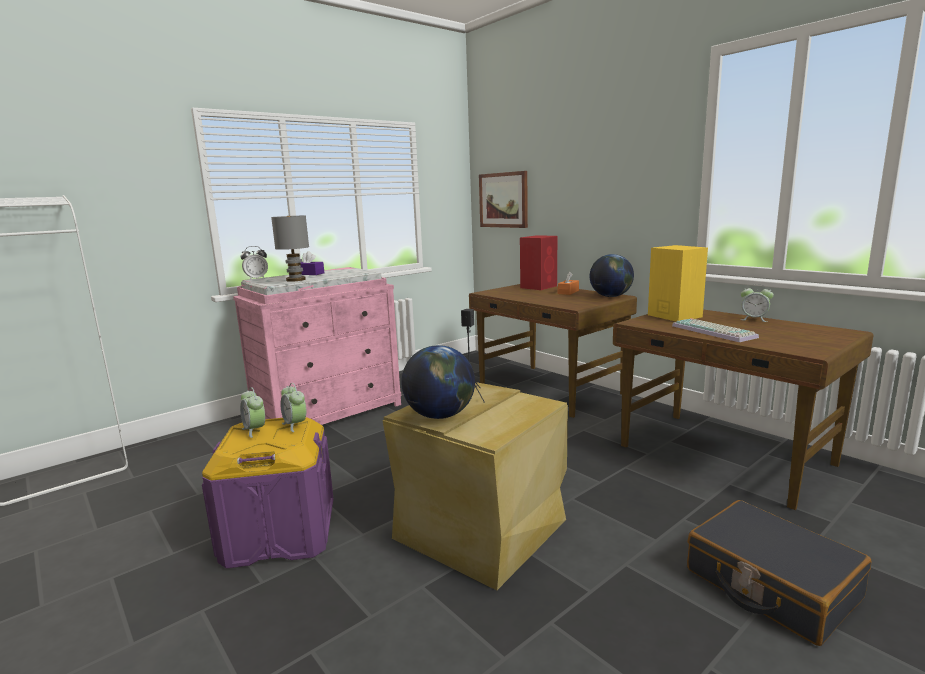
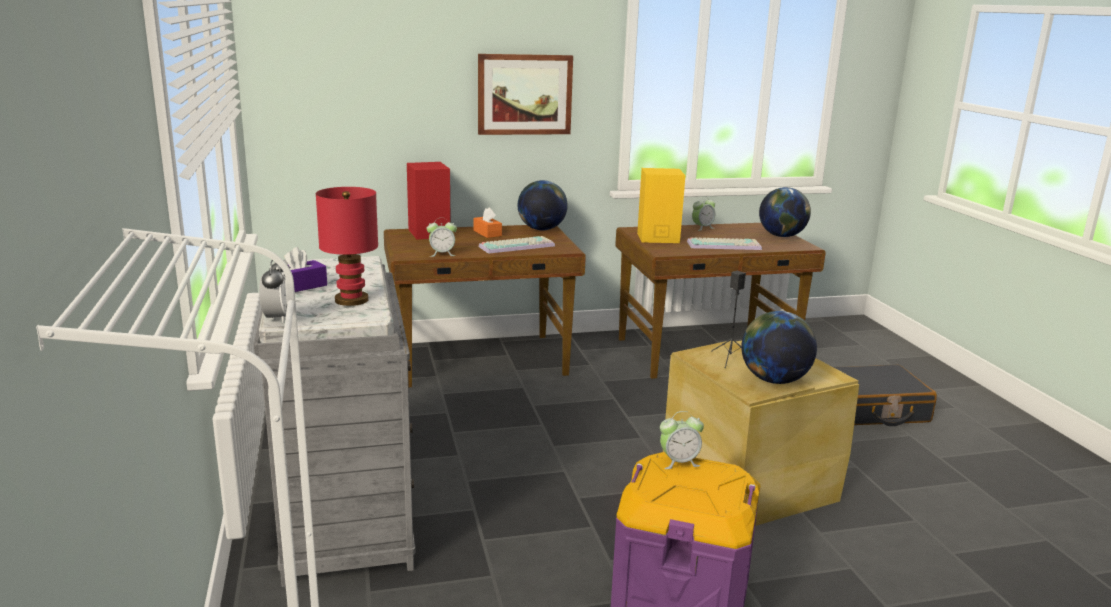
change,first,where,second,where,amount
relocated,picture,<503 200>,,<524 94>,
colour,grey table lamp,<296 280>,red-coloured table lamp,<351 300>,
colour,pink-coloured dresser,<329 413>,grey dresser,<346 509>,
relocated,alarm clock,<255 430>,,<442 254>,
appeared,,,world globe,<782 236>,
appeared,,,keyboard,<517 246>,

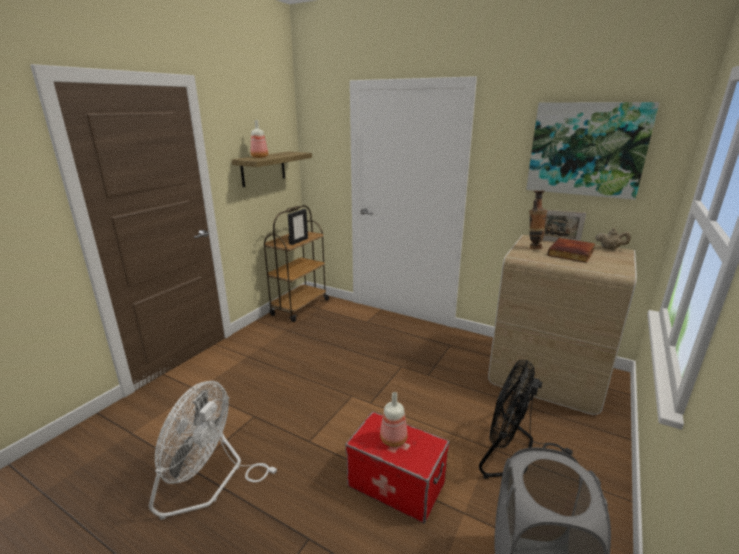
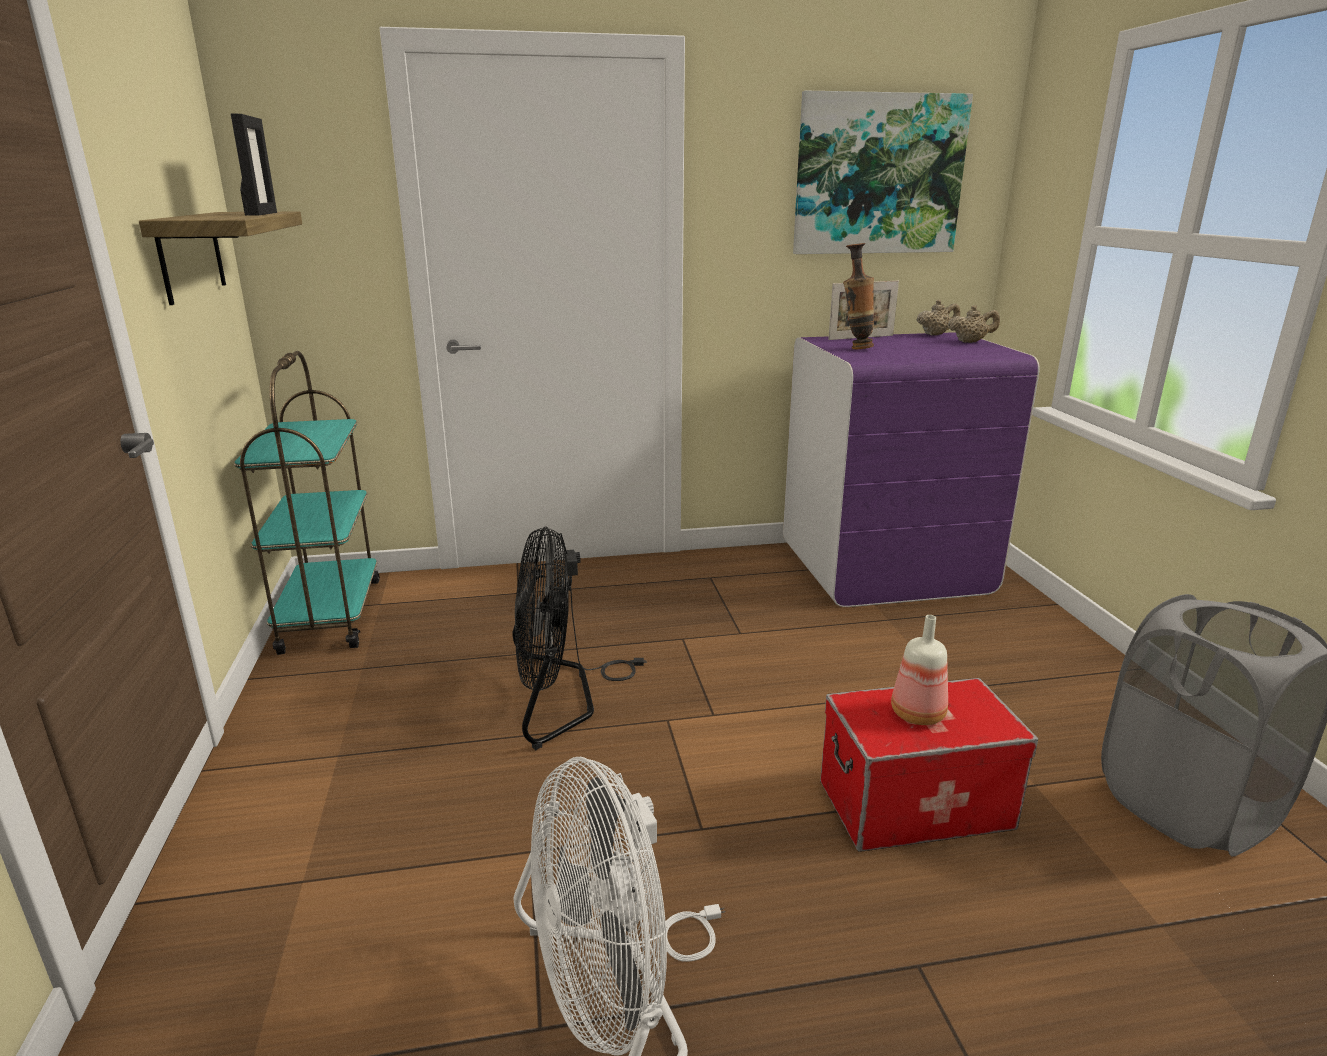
change,first,where,second,where,amount
missing,drink bottle,<260 157>,,,
colour,brown trolley,<299 308>,turquoise-coloured trolley,<330 617>,
relocated,photo frame,<298 241>,,<261 214>,
colour,beige-coloured dresser,<547 374>,purple dresser,<884 567>,
missing,bound book,<572 253>,,,
relocated,blackish electric fan,<515 449>,,<562 692>,
appeared,,,beige-coloured teapot,<970 342>,

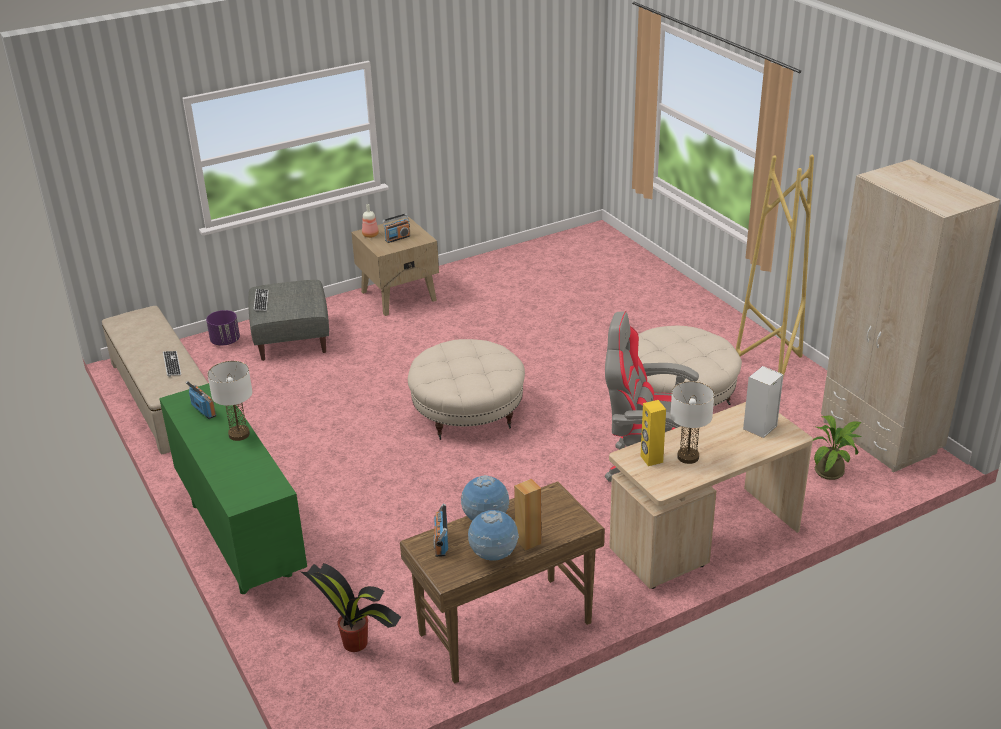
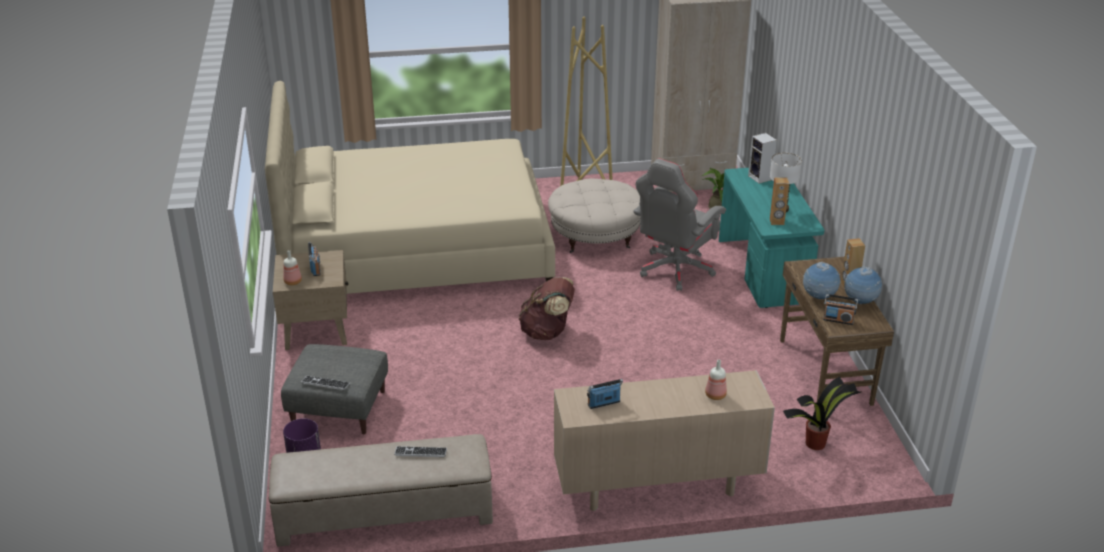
change,first,where,second,where,amount
exchanged,beige-coloured footrest,<467 412>,brown rucksack,<547 332>,
missing,table lamp,<239 434>,,,
colour,green-coloured dresser,<239 538>,beige-coloured dresser,<656 487>,
colour,yellow-coloured speaker,<651 459>,brown speaker,<776 222>,
colour,beige-coloured desk,<703 539>,turquoise-coloured desk,<764 271>,
appeared,,,beige-coloured bedroom bed,<415 250>,
appeared,,,drink bottle,<715 396>,

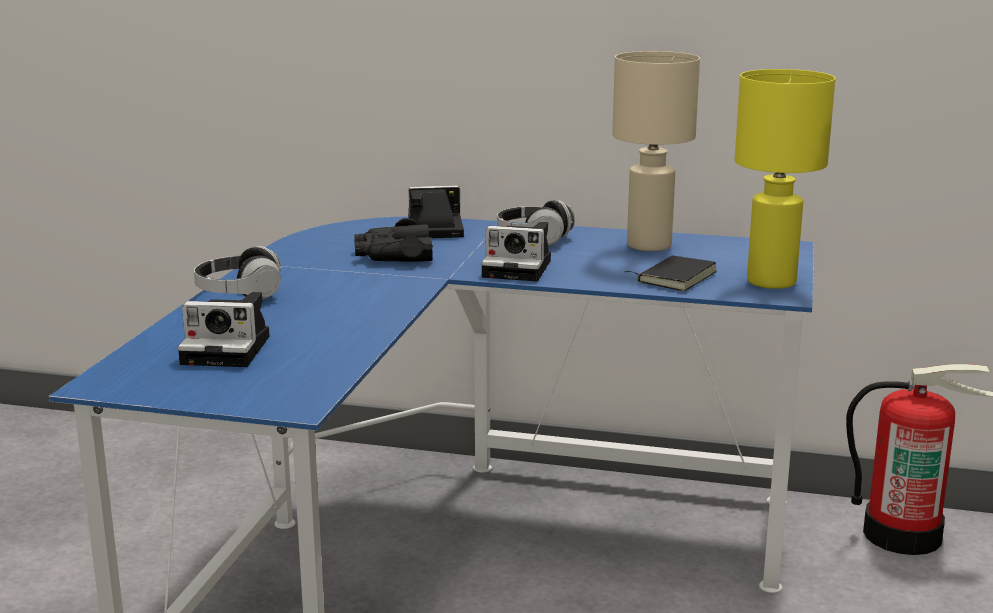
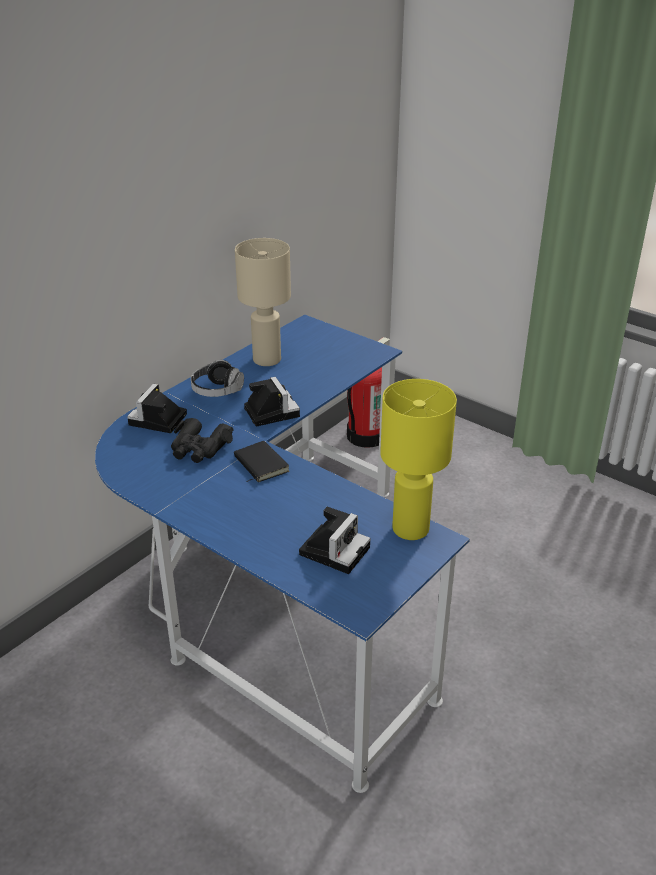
change,first,where,second,where,amount
relocated,yellow-coloured table lamp,<772 282>,,<411 529>,
spun,still camera,<520 268>,,<270 411>,60 degrees counterclockwise
missing,pair of headphones,<240 294>,,,
relocated,blackish bound book,<674 277>,,<259 465>,

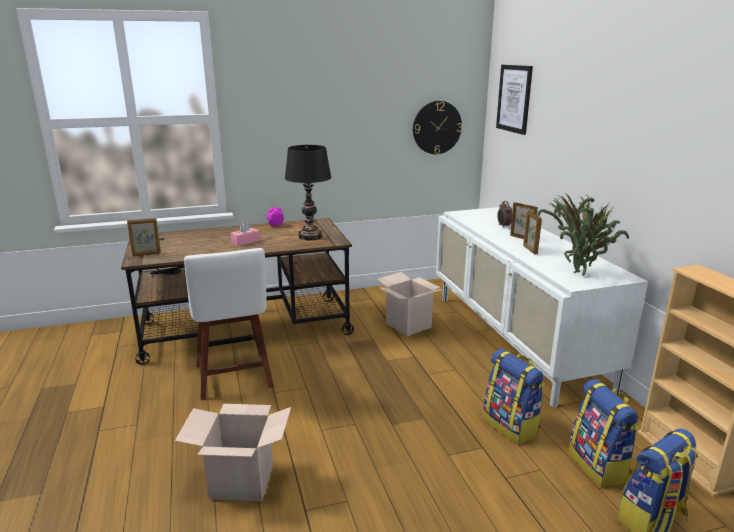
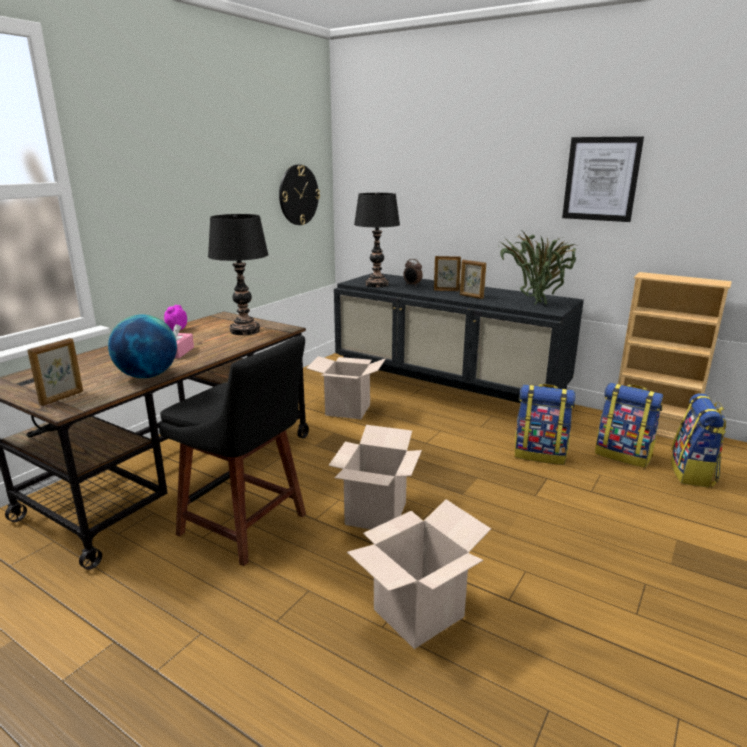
change,first,where,second,where,amount
relocated,picture,<514 98>,,<601 179>,
colour,whitish cupboard,<514 340>,blackish cupboard,<447 392>,
colour,whitish sitting stool,<234 378>,blackish sitting stool,<246 526>,
appeared,,,blackish table lamp,<376 284>,
appeared,,,world globe,<147 376>,
appeared,,,cardboard box,<376 514>,

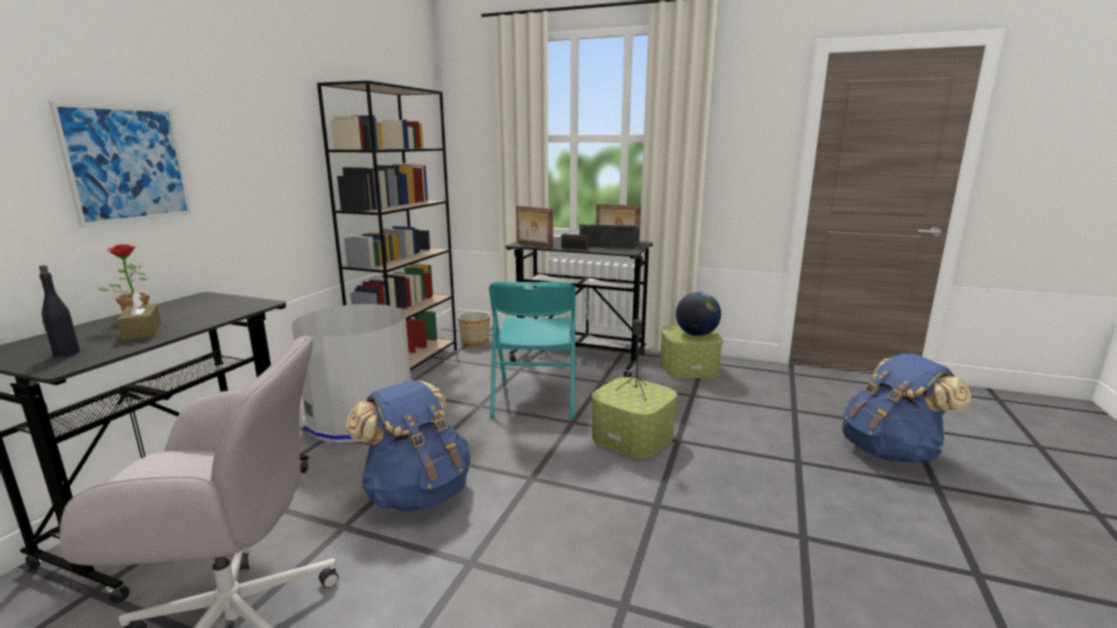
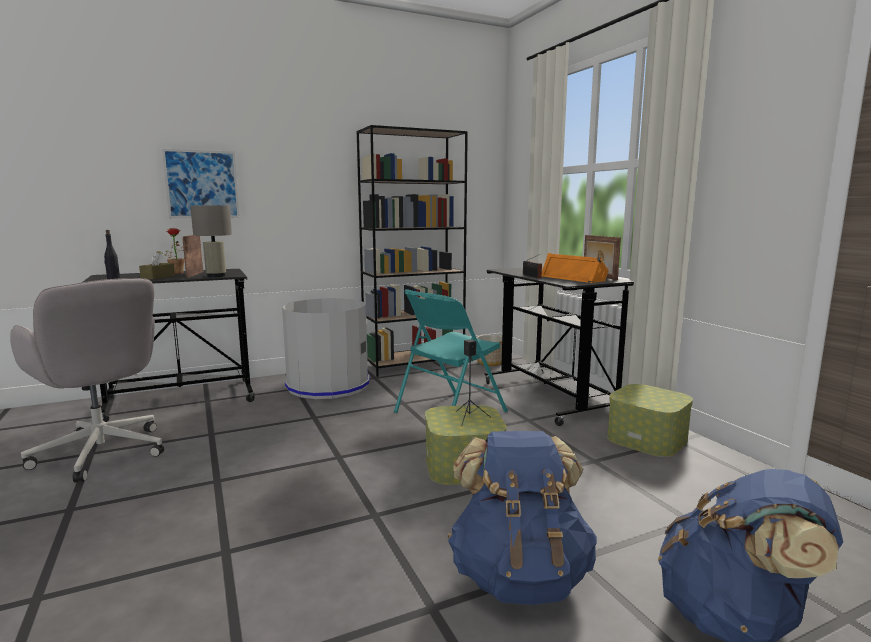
change,first,where,second,where,amount
relocated,photo frame,<534 245>,,<194 274>,
colour,blackish speaker,<608 245>,orange-coloured speaker,<573 278>,
missing,world globe,<696 334>,,,
relocated,blue-coloured rucksack,<417 493>,,<519 575>,
appeared,,,grey table lamp,<216 276>,

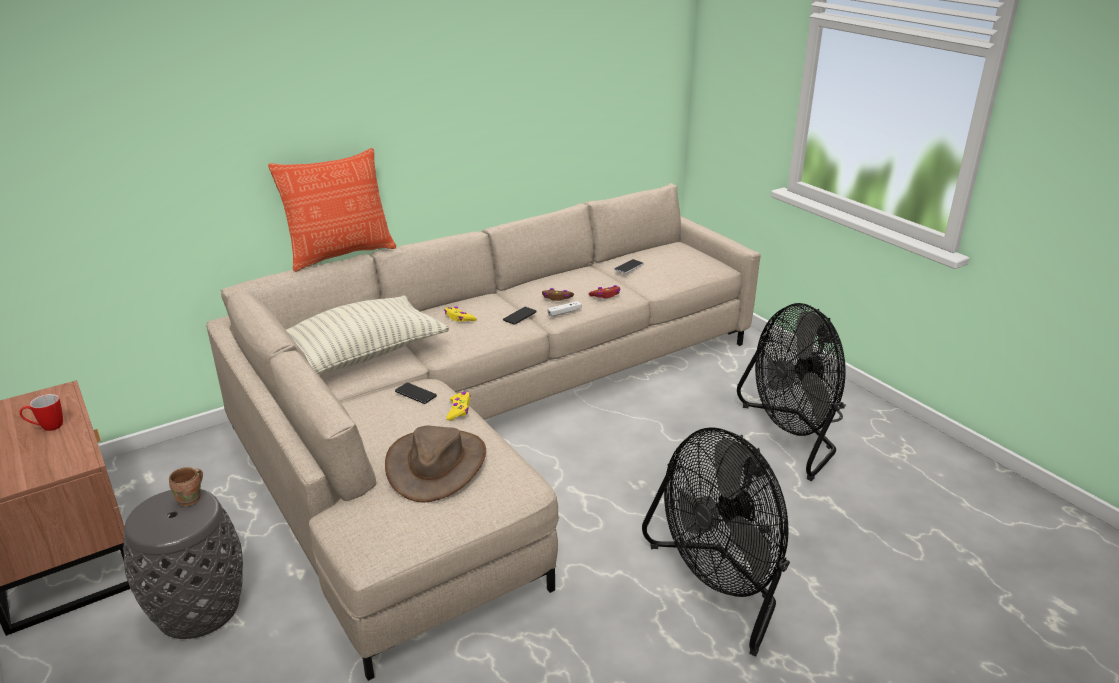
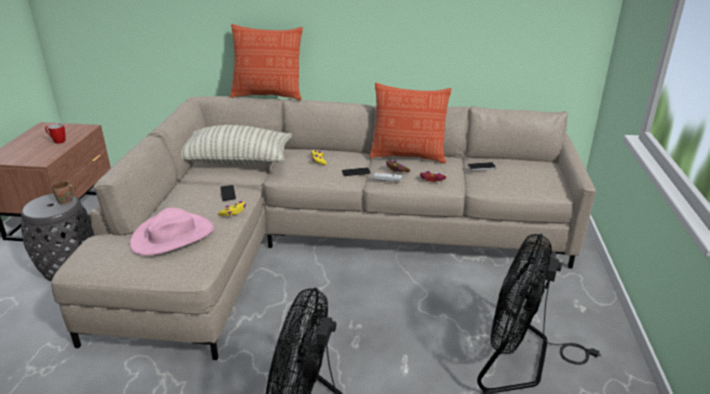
change,first,where,second,where,amount
colour,brown hat,<436 464>,pink-coloured hat,<173 236>,
appeared,,,orange-coloured pillow,<408 156>,

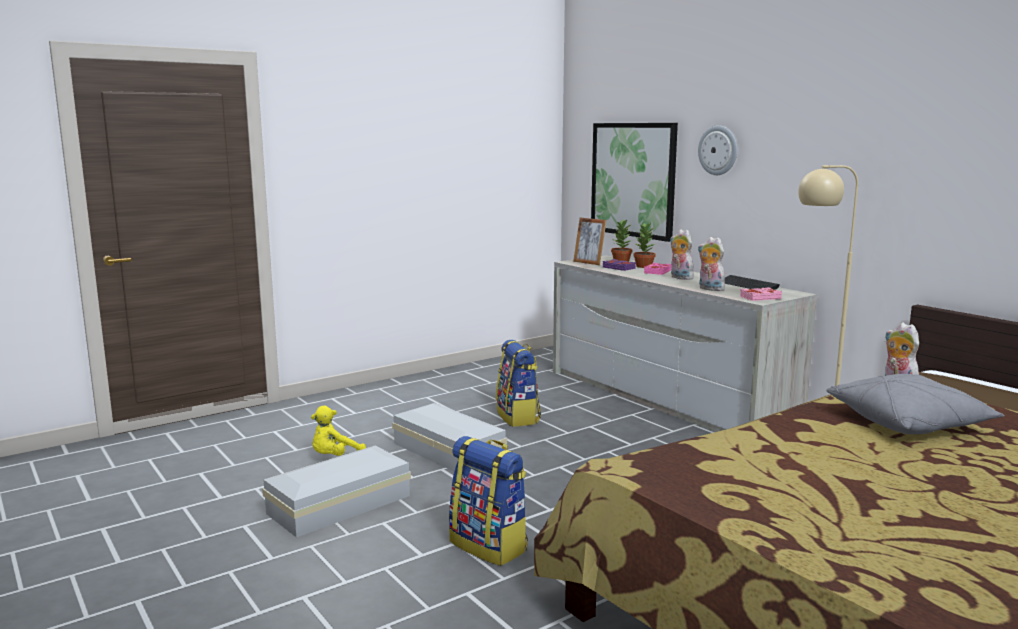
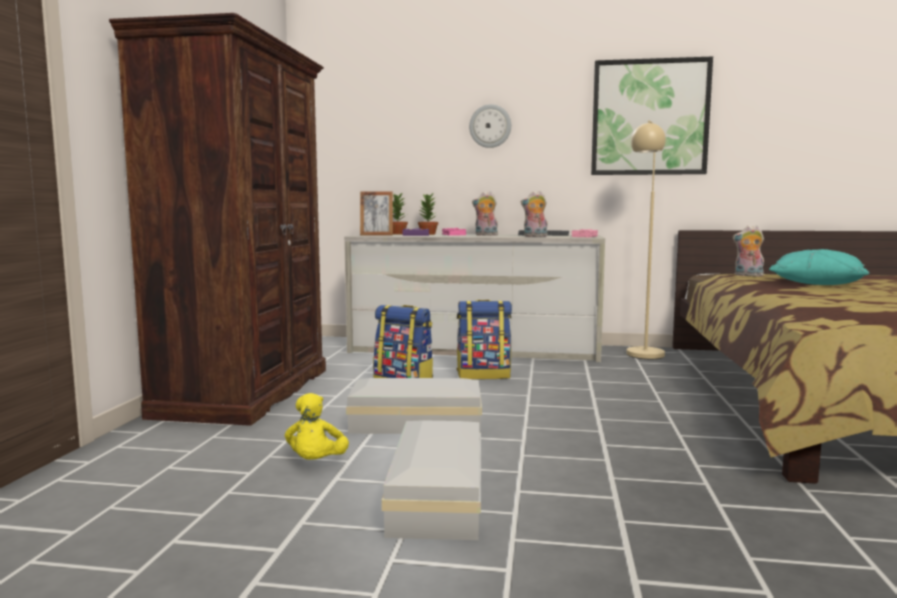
change,first,where,second,where,amount
relocated,picture,<633 179>,,<649 117>,
colour,grey pillow,<909 423>,turquoise-coloured pillow,<816 283>,
relocated,rucksack,<489 546>,,<484 375>,
appeared,,,brown wardrobe,<246 392>,

